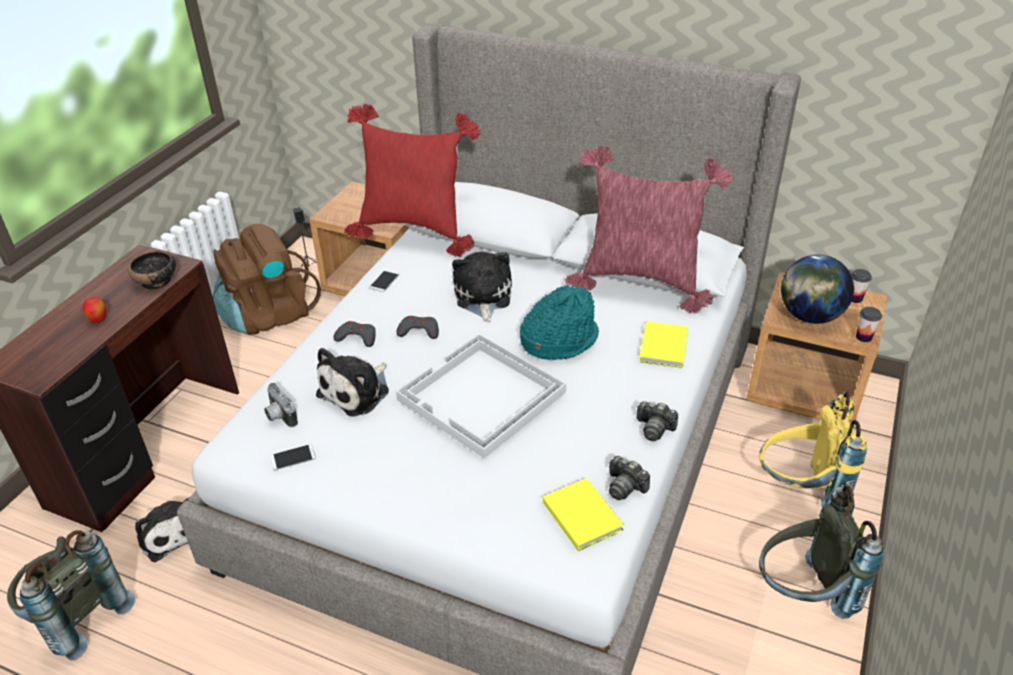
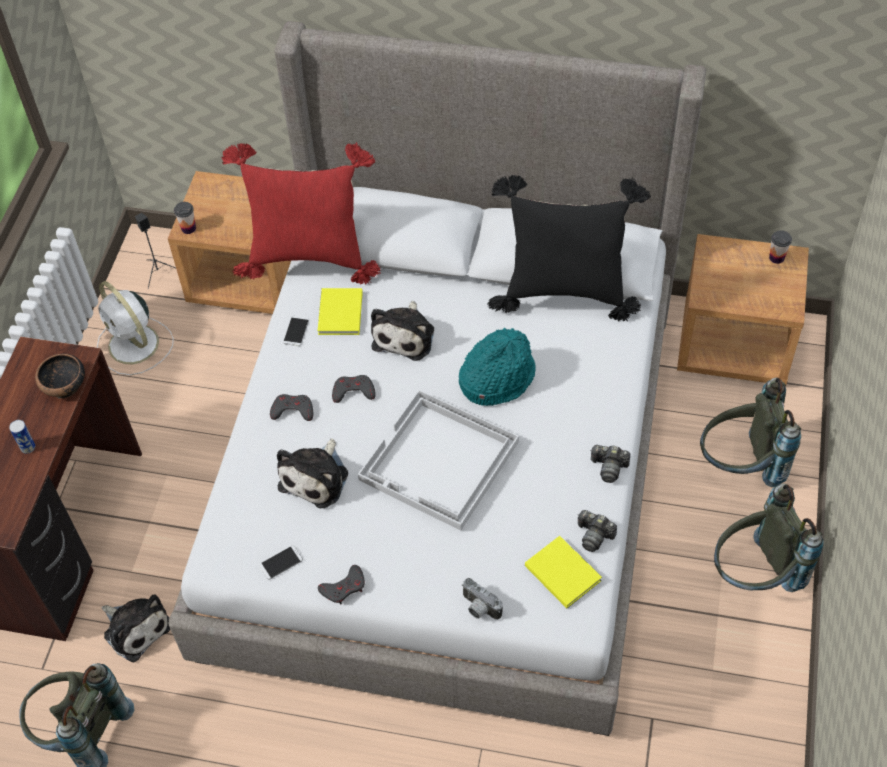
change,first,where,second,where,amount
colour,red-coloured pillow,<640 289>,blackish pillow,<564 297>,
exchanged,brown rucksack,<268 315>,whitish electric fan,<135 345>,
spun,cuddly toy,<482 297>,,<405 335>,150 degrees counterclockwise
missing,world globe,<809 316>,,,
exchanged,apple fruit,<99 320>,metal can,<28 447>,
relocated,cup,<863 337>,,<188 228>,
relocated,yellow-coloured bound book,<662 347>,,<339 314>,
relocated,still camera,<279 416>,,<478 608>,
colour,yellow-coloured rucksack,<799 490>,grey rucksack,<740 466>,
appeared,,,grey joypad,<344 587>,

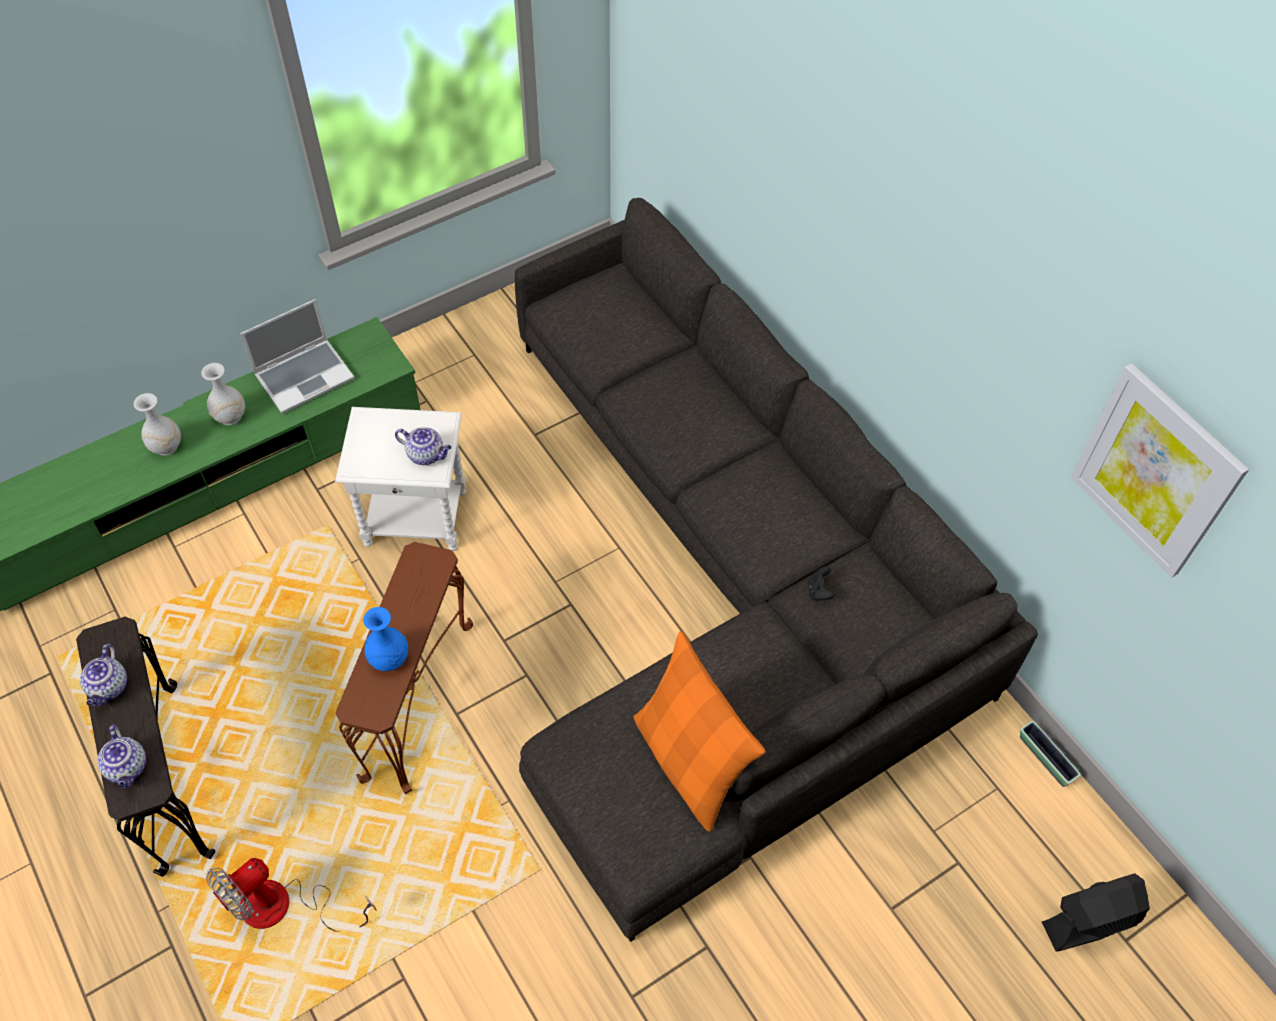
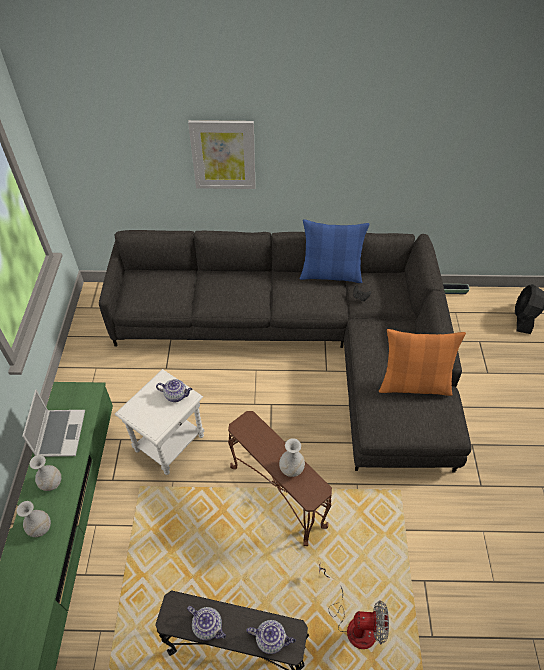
change,first,where,second,where,amount
relocated,picture,<1155 471>,,<223 155>,
spun,teapot,<426 454>,,<176 395>,45 degrees clockwise
colour,blue-coloured vase,<389 659>,whitish vase,<292 469>,
spun,electric fan,<284 907>,,<354 622>,75 degrees counterclockwise
appeared,,,blue-coloured pillow,<331 274>,

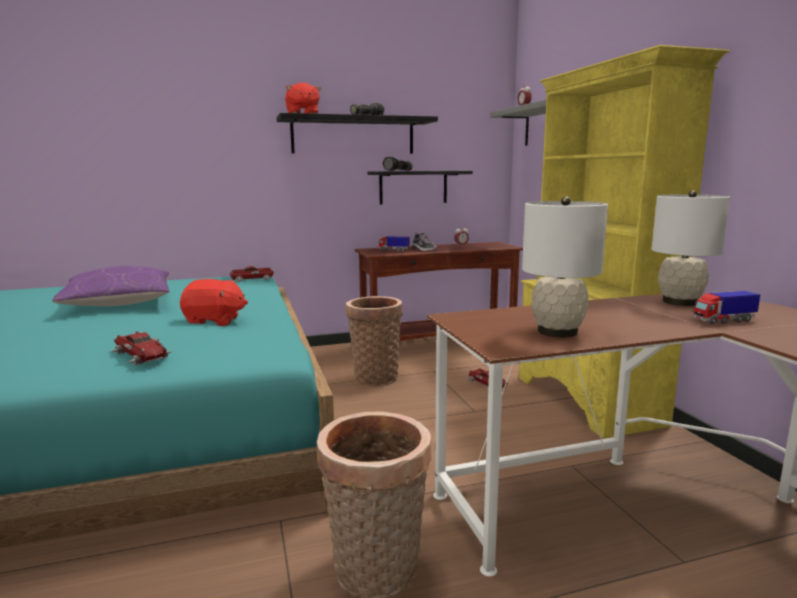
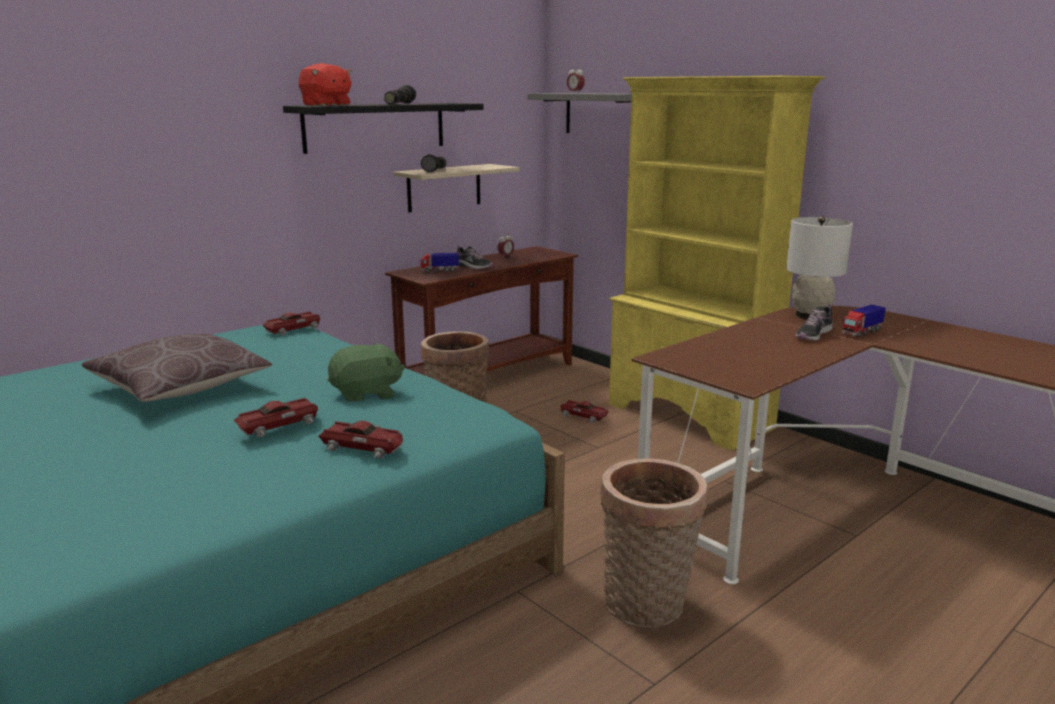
change,first,where,second,where,amount
colour,blackish wall shelf,<413 187>,beige-coloured wall shelf,<444 187>,
missing,whitish table lamp,<557 331>,,,
colour,purple pillow,<119 303>,brown pillow,<180 388>,
colour,red-coloured cuddly toy,<214 322>,green-coloured cuddly toy,<366 395>,
appeared,,,item of footwear,<813 335>,
appeared,,,model car,<279 425>,

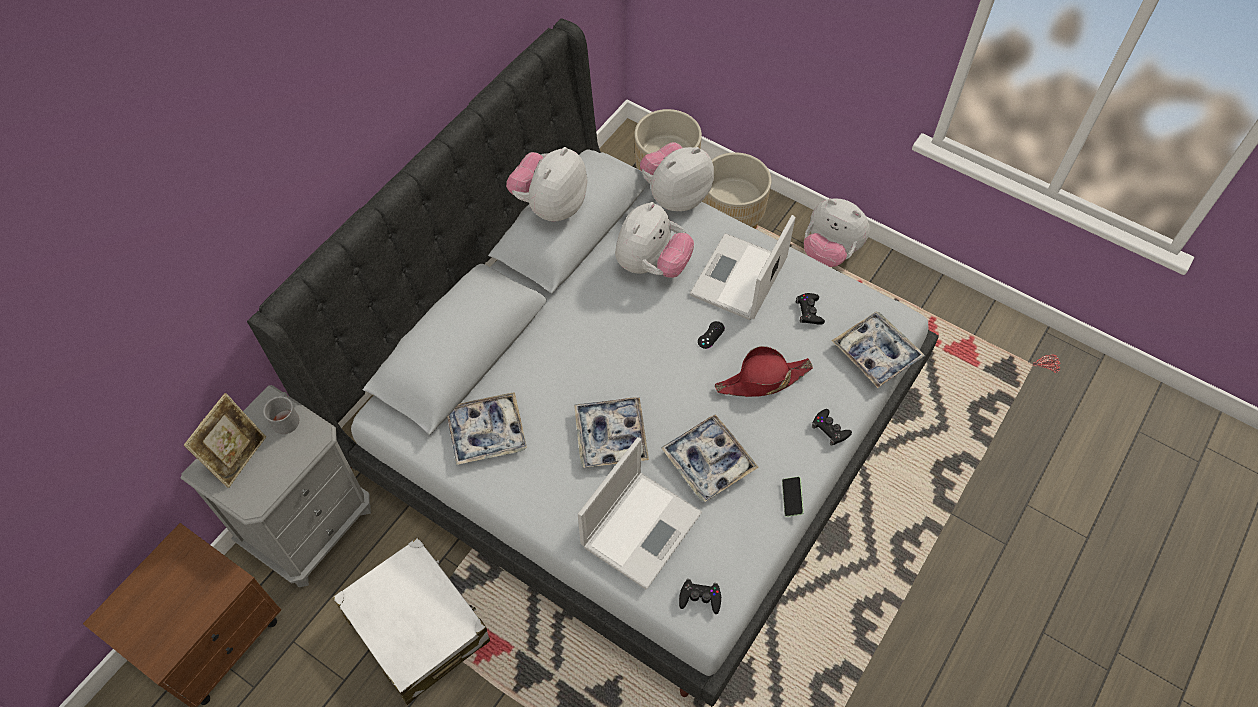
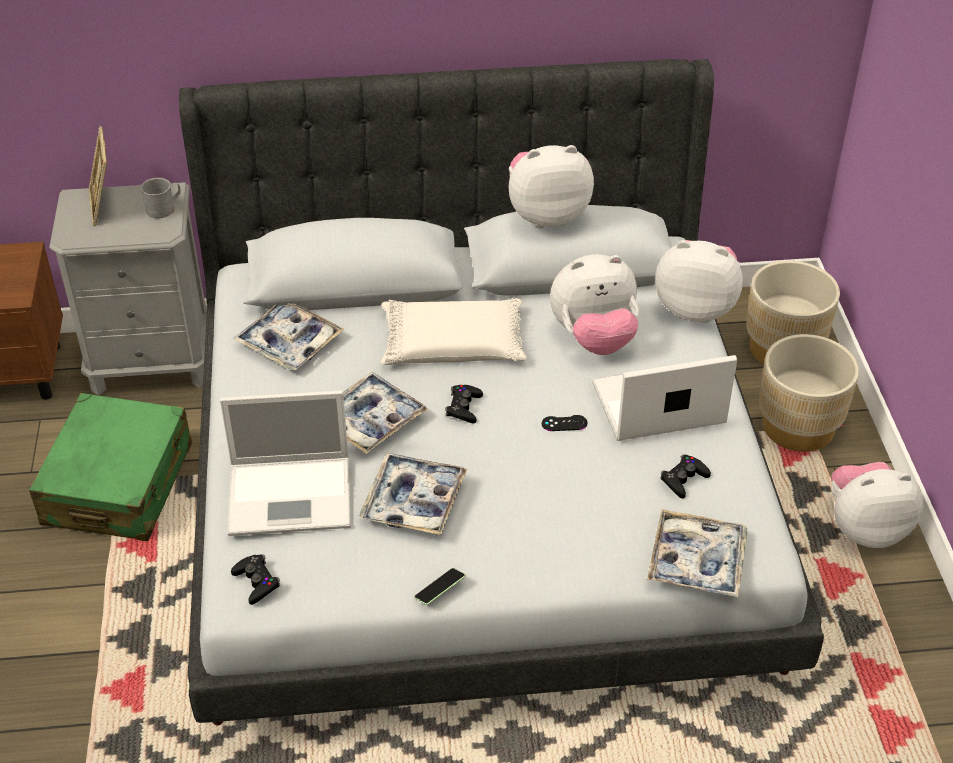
change,first,where,second,where,amount
spun,cuddly toy,<830 252>,,<865 528>,90 degrees clockwise
missing,red-coloured hat,<762 380>,,,
spun,photo frame,<238 457>,,<104 206>,90 degrees clockwise
relocated,blackish joypad,<830 429>,,<463 407>,
colour,whitish suitcase,<416 626>,green-coloured suitcase,<119 484>,
appeared,,,whitish pillow,<453 340>,

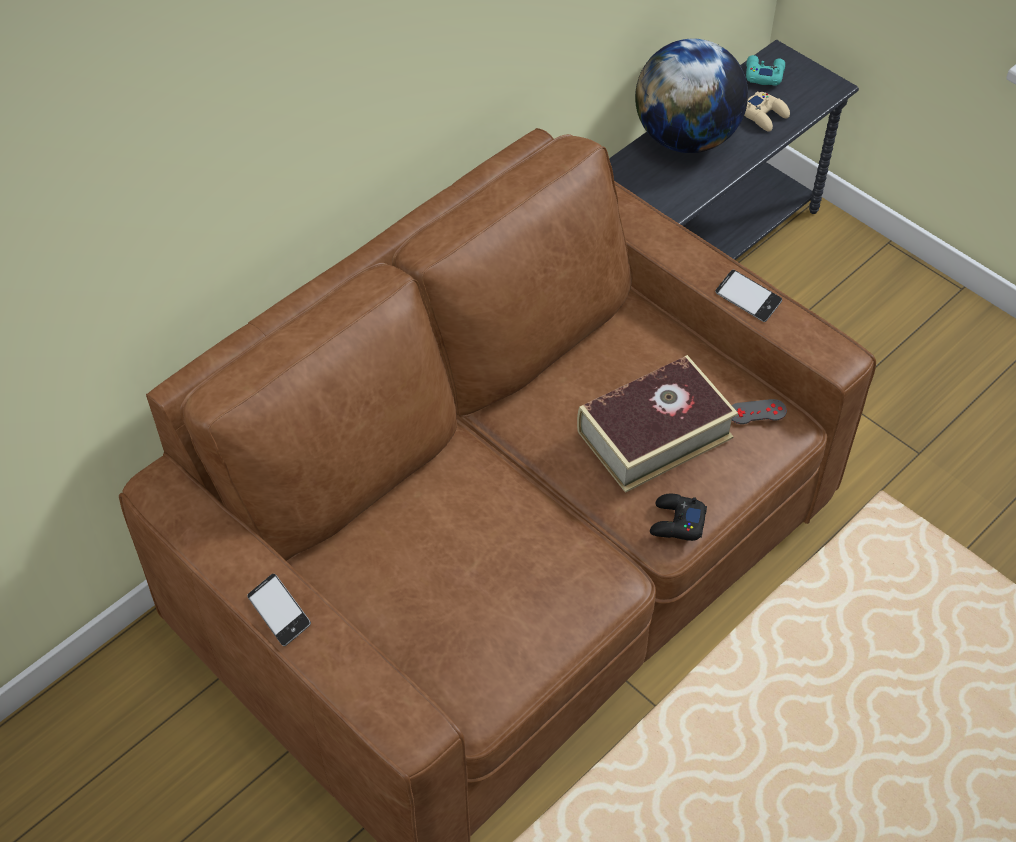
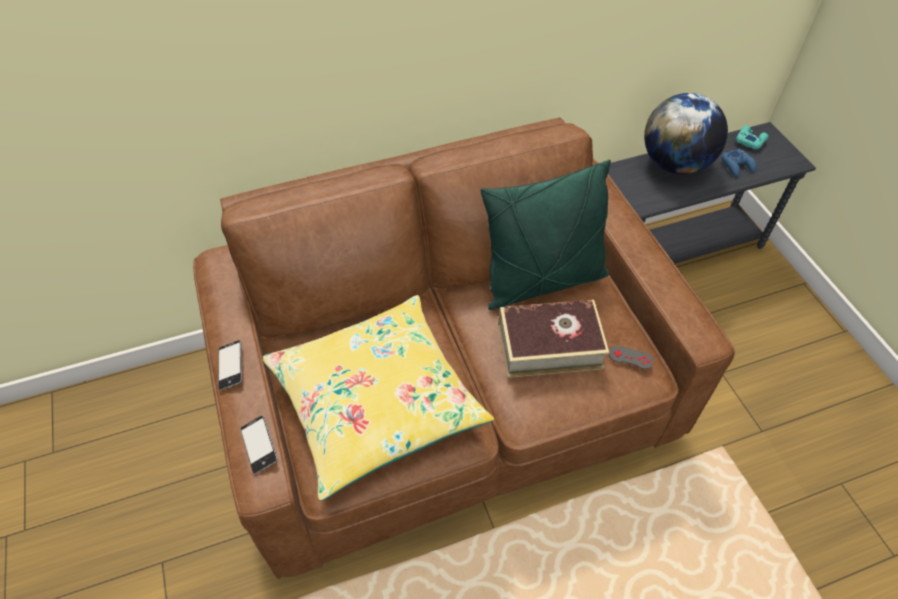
change,first,where,second,where,amount
colour,beige-coloured joypad,<764 115>,blue-coloured joypad,<737 166>,
relocated,phone,<747 299>,,<259 446>,
missing,blackish joypad,<676 522>,,,
appeared,,,green-coloured pillow,<542 281>,
appeared,,,yellow-coloured pillow,<376 401>,

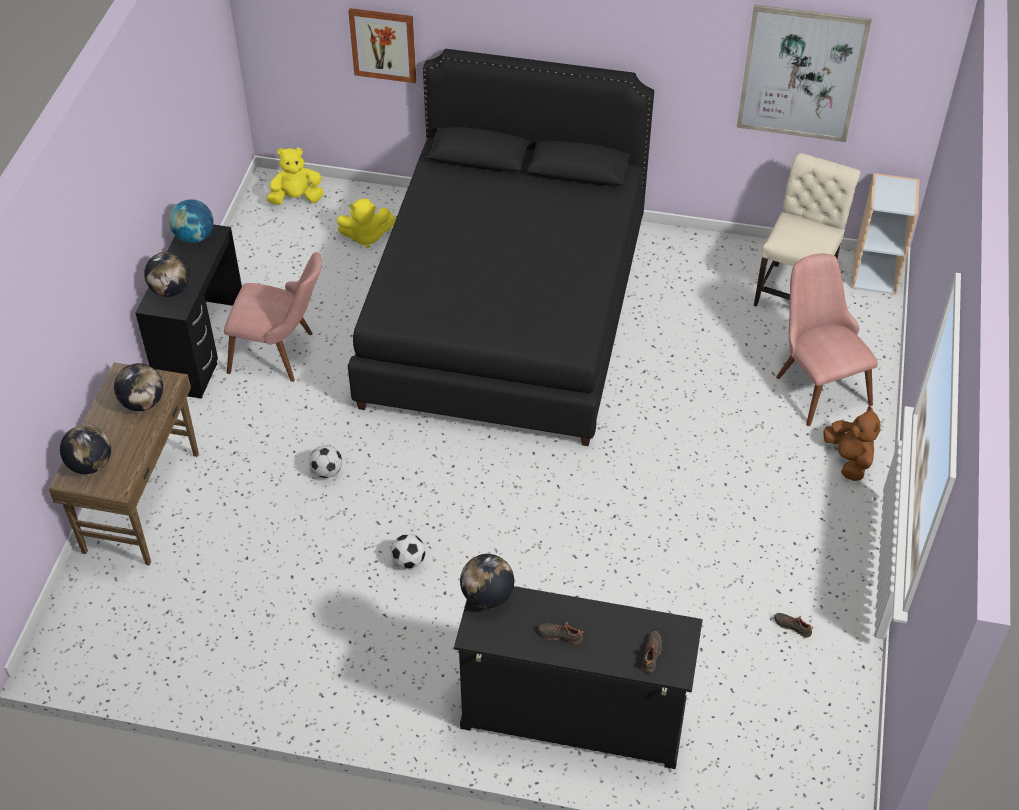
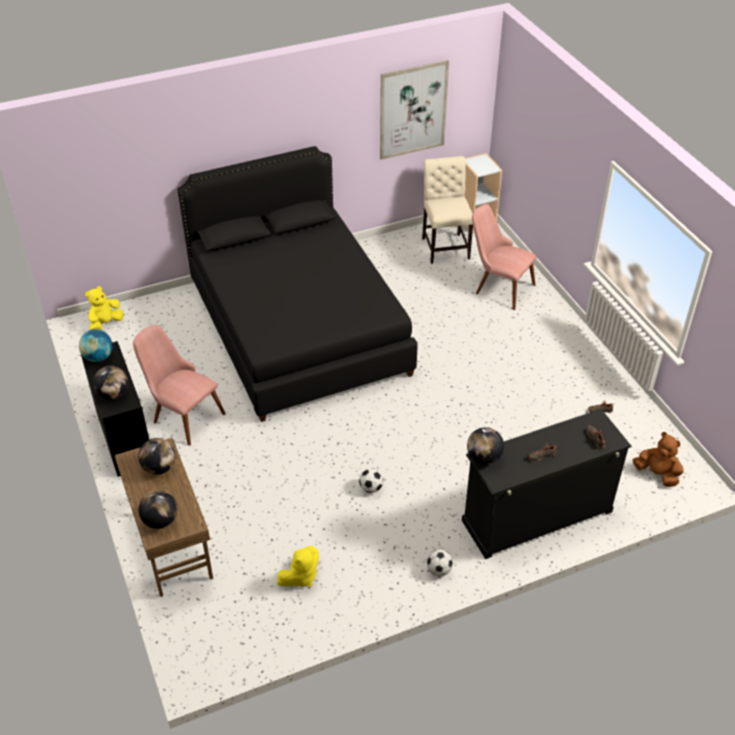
change,first,where,second,where,amount
missing,picture,<383 44>,,,
relocated,yellow-coloured cuddly toy,<366 236>,,<300 577>,
spun,pink-coloured chair,<282 353>,,<182 414>,120 degrees counterclockwise
relocated,brown cuddly toy,<849 460>,,<657 474>,
relocated,football ball,<327 471>,,<439 570>,

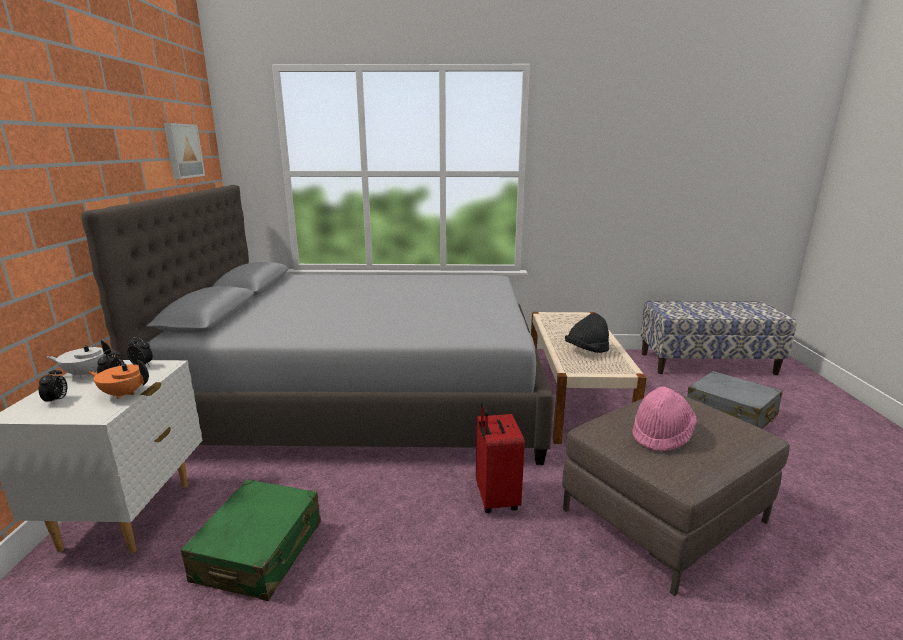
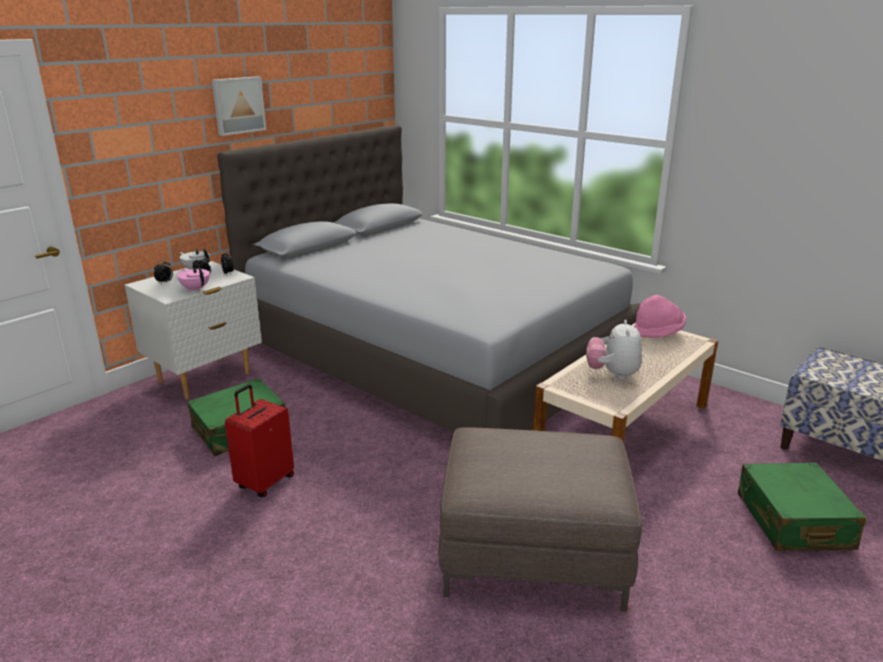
change,first,where,second,where,amount
relocated,picture,<182 151>,,<238 105>,
exchanged,blackish hat,<586 351>,cuddly toy,<612 374>,
colour,orange-coloured teapot,<124 393>,pink-coloured teapot,<195 288>,
colour,grey suitcase,<730 413>,green-coloured suitcase,<793 521>,
relocated,pink-coloured hat,<661 435>,,<658 333>,
relocated,red-coloured suitcase,<495 498>,,<264 482>,

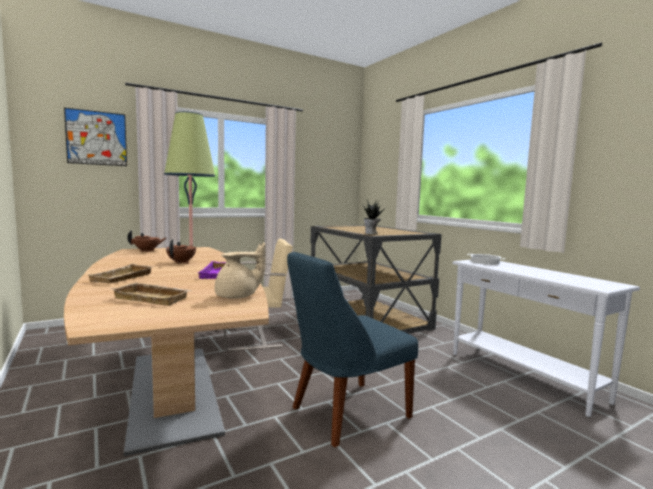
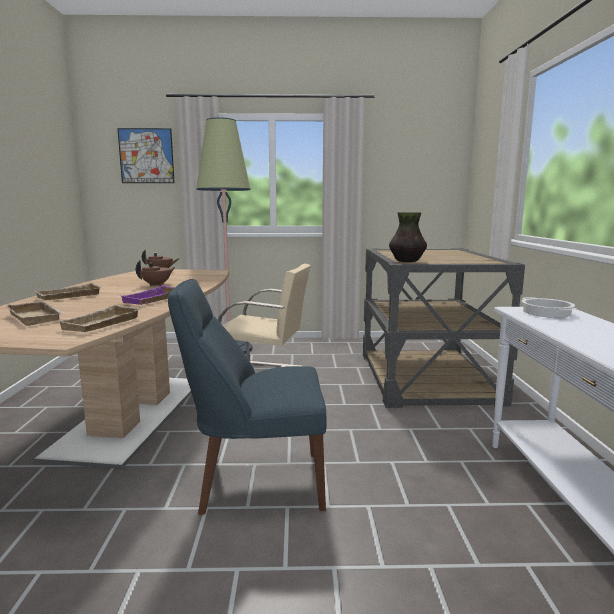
change,first,where,second,where,amount
exchanged,potted plant,<371 234>,vase,<406 261>,
exchanged,beige-coloured teapot,<238 296>,beige-coloured carrying tray,<103 324>,

